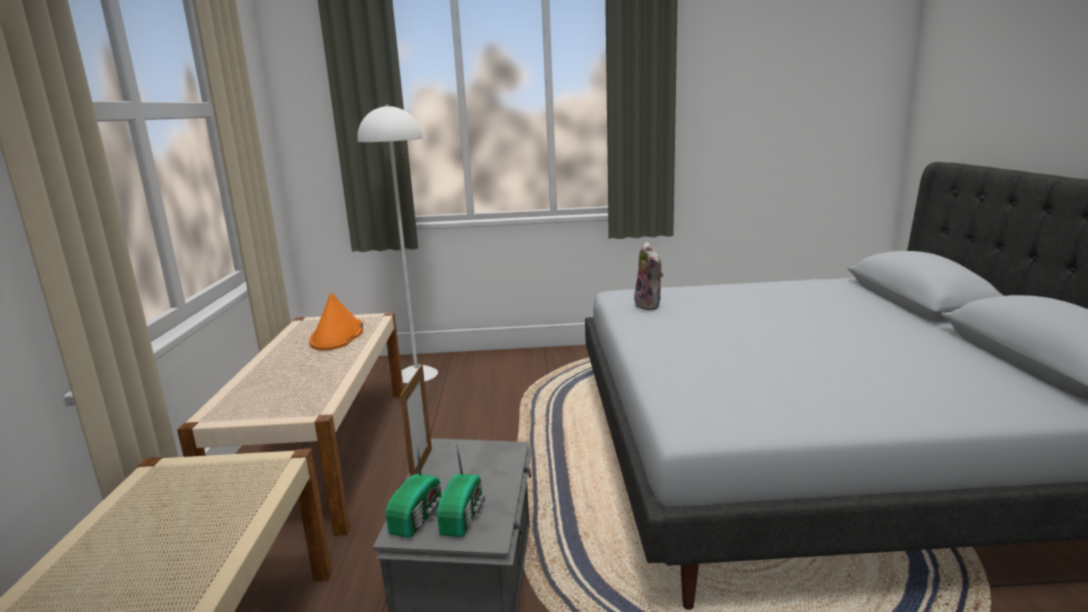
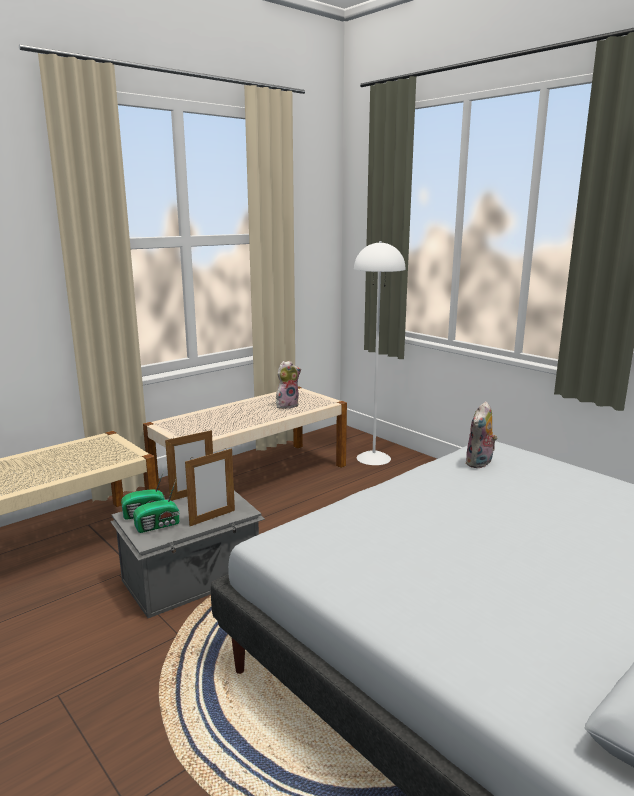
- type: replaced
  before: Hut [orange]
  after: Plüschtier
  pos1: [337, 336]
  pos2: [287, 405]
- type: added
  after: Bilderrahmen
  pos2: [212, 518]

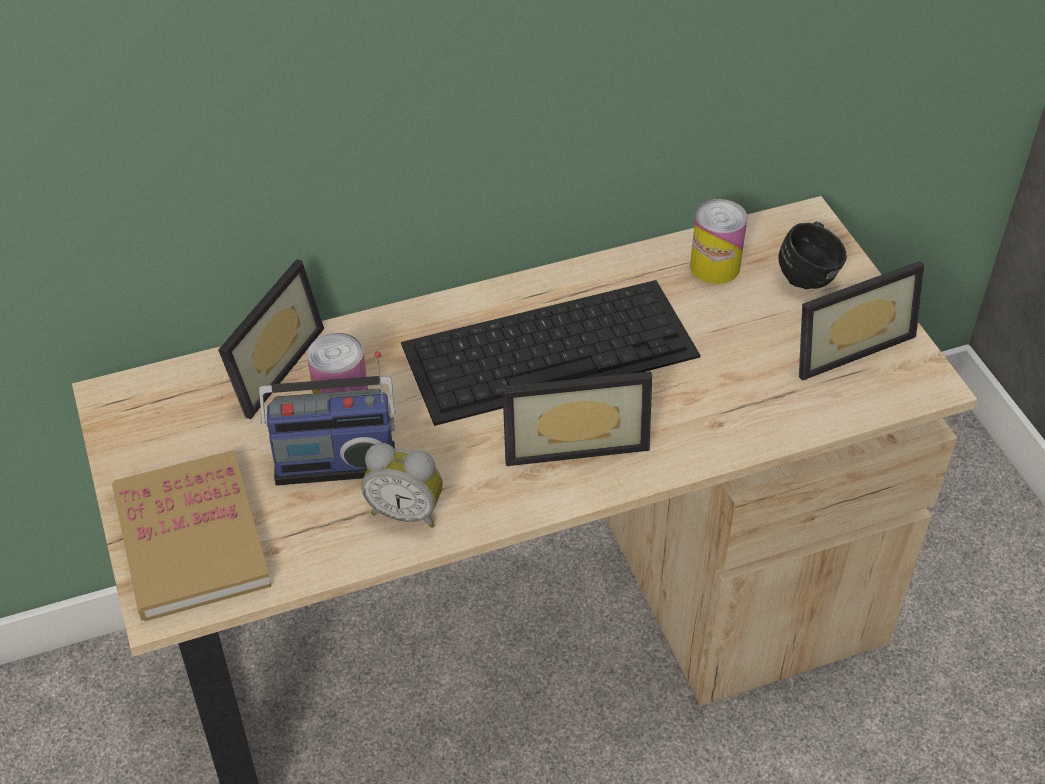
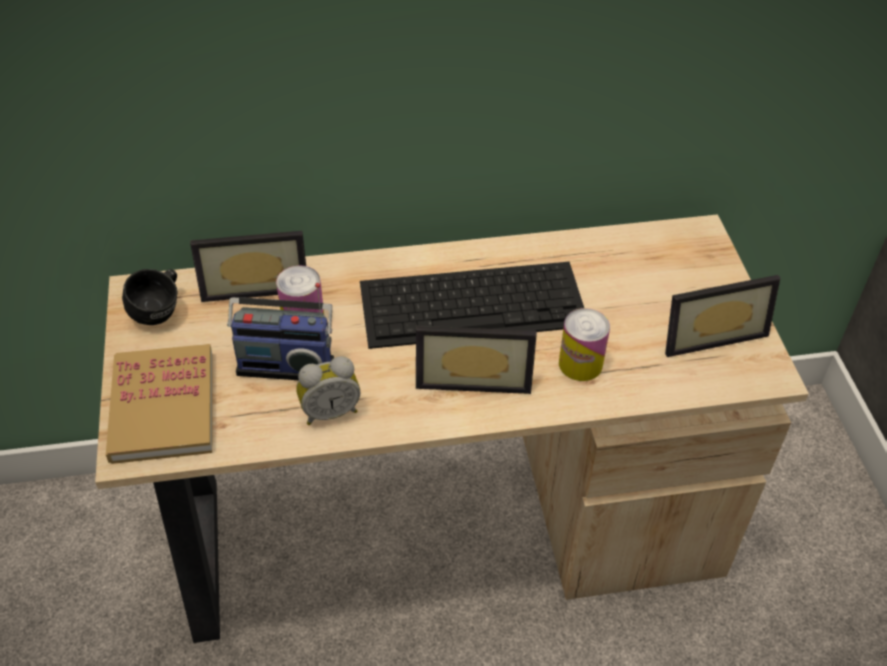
- type: moved
  before: Dose
  pos1: [714, 266]
  pos2: [580, 364]
- type: moved
  before: Henkelbecher [schwarz]
  pos1: [810, 273]
  pos2: [161, 311]
- type: turned
  before: Bilderrahmen
  pos1: [266, 365]
  pos2: [255, 283]
  turn: 45
- type: turned
  before: Wecker
  pos1: [406, 511]
  pos2: [329, 411]
  turn: -45

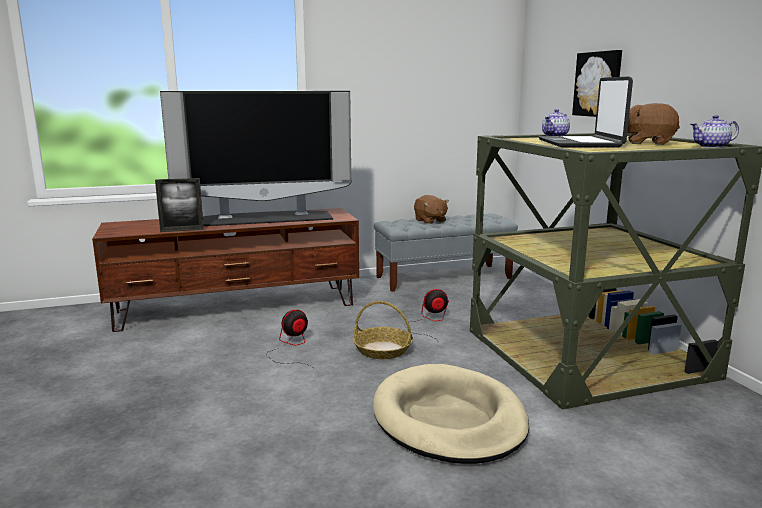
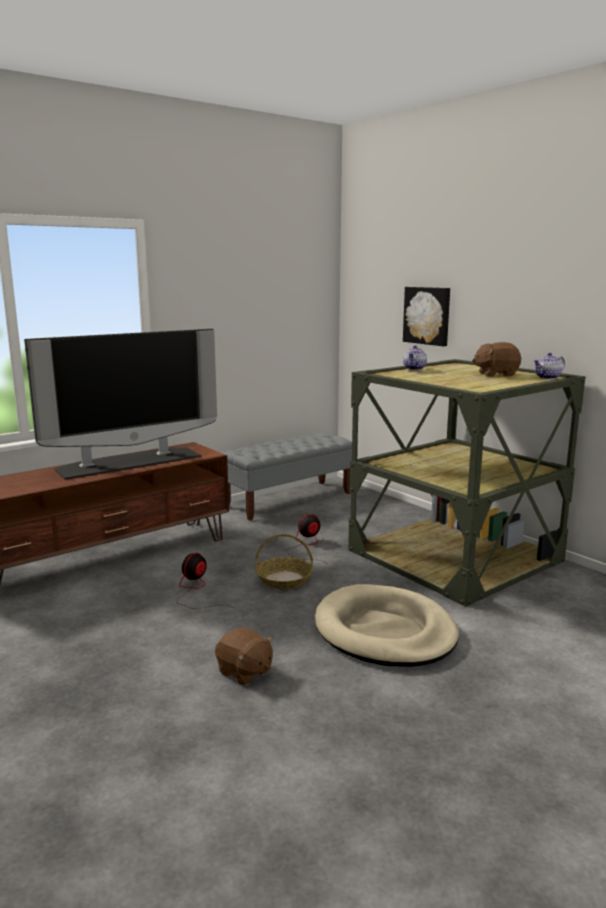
- type: removed
  before: Laptop
  pos1: [580, 144]
- type: removed
  before: Bilderrahmen
  pos1: [182, 230]
- type: moved
  before: Plüschtier [braun]
  pos1: [430, 221]
  pos2: [244, 672]

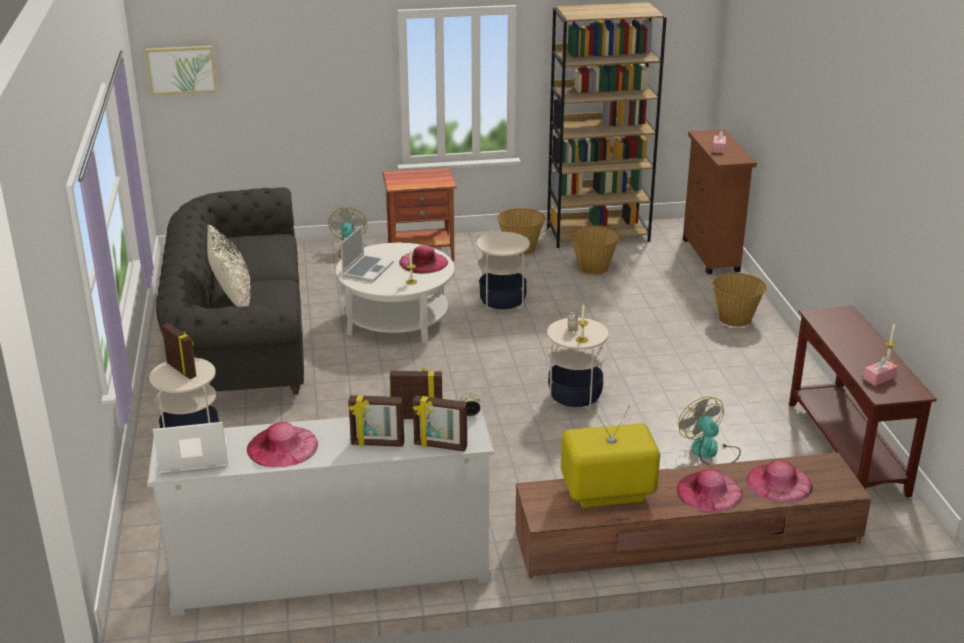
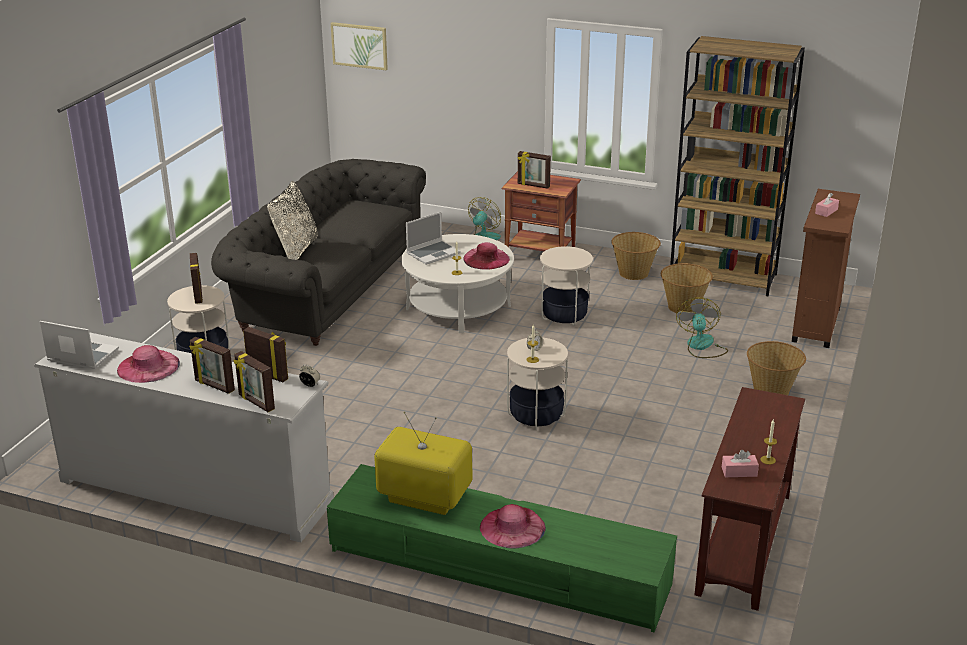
- type: moved
  before: Ventilator
  pos1: [710, 452]
  pos2: [701, 346]
- type: recoloured
  before: Fernsehschrank [braun]
  after: Fernsehschrank [grün]
  pos1: [687, 539]
  pos2: [498, 568]
- type: removed
  before: Hut [rosa]
  pos1: [779, 482]
- type: added
  after: Bilderrahmen
  pos2: [533, 185]

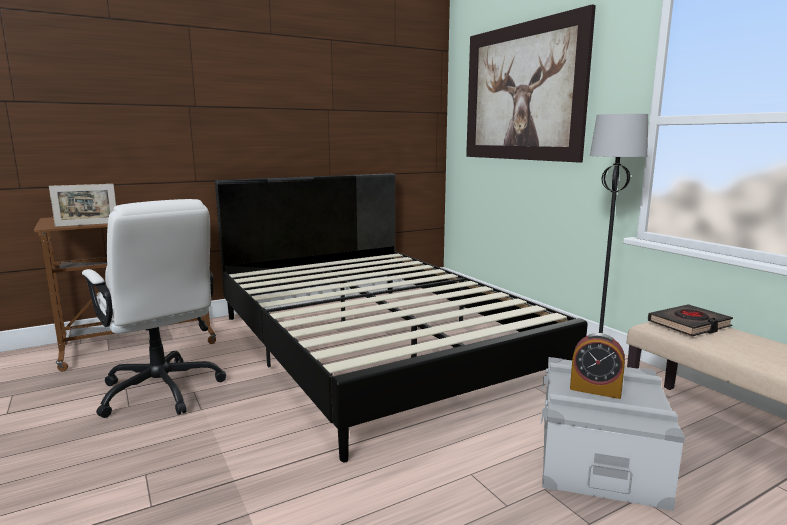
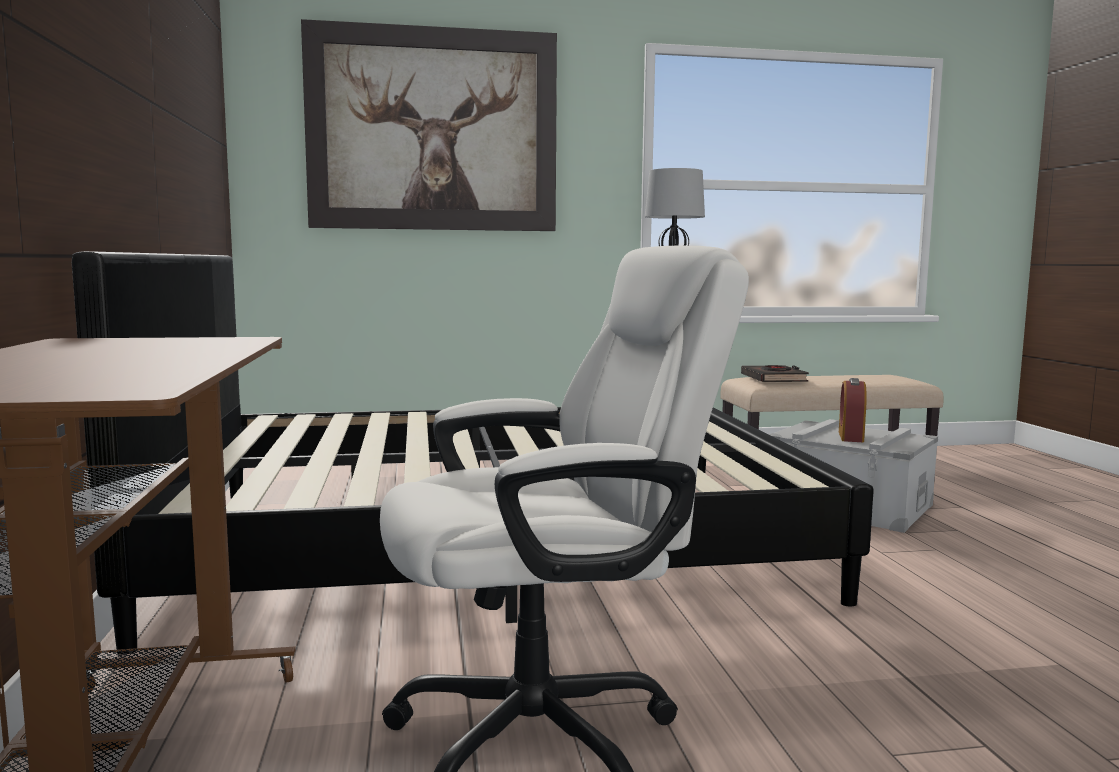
- type: removed
  before: Bilderrahmen
  pos1: [87, 224]
- type: turned
  before: Wecker
  pos1: [595, 389]
  pos2: [850, 437]
  turn: 150

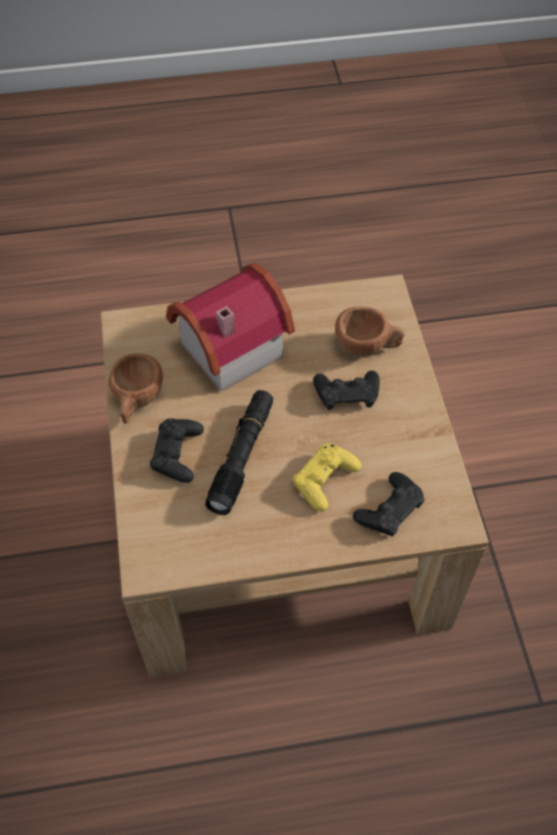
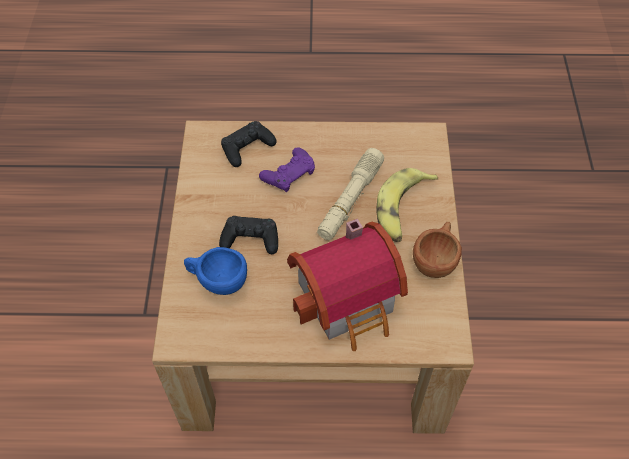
- type: recoloured
  before: Tasse [braun]
  after: Tasse [blau]
  pos1: [367, 346]
  pos2: [217, 281]
- type: recoloured
  before: Taschenlampe [schwarz]
  after: Taschenlampe [beige]
  pos1: [242, 456]
  pos2: [350, 200]
- type: replaced
  before: Gamepad [schwarz]
  after: Banane
  pos1: [177, 454]
  pos2: [402, 209]
- type: recoloured
  before: Gamepad [gelb]
  after: Gamepad [lila]
  pos1: [324, 480]
  pos2: [289, 174]

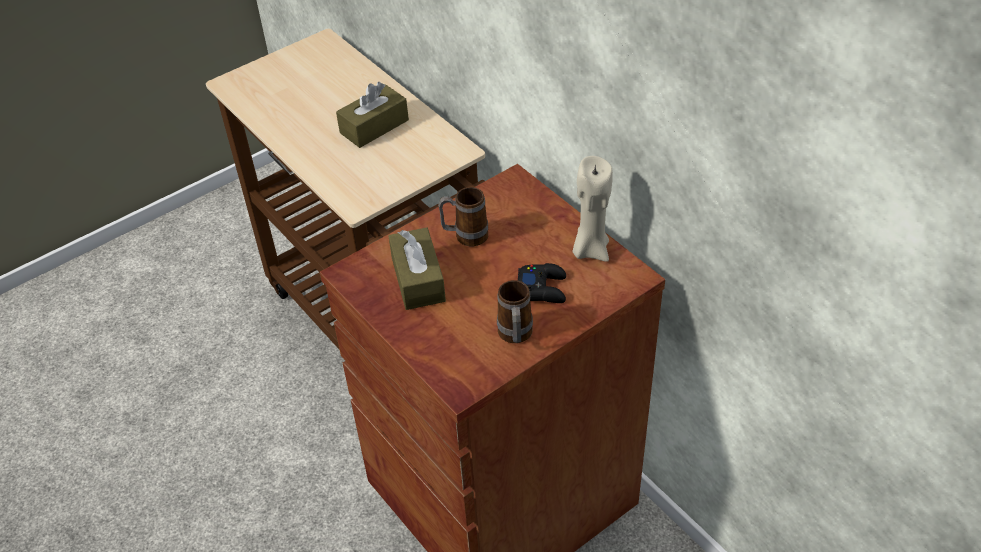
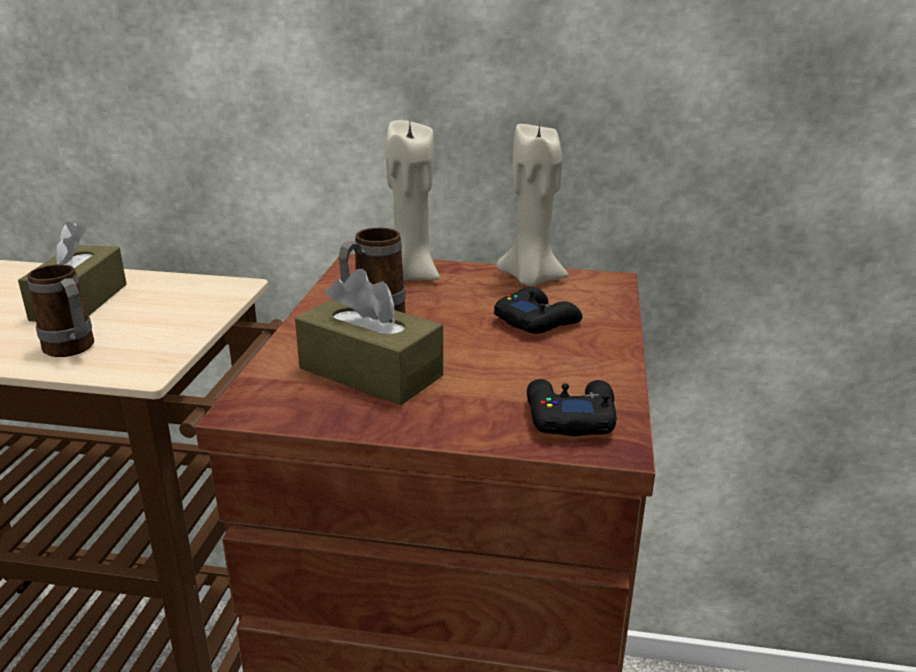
- type: moved
  before: Henkelbecher
  pos1: [515, 337]
  pos2: [73, 350]
- type: added
  after: Kerze [beige]
  pos2: [410, 276]
- type: added
  after: Gamepad [schwarz]
  pos2: [569, 417]

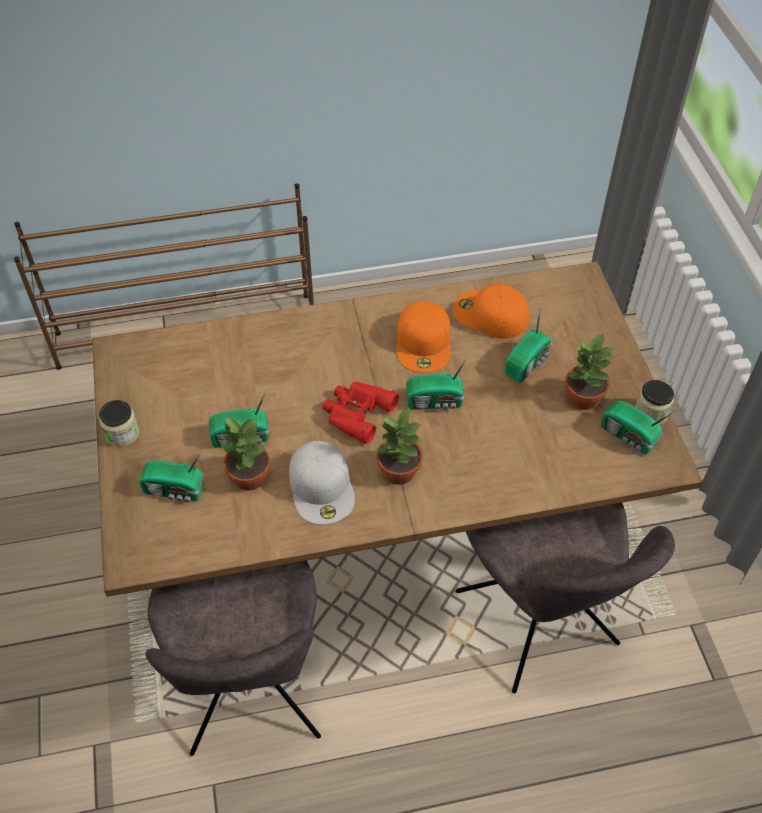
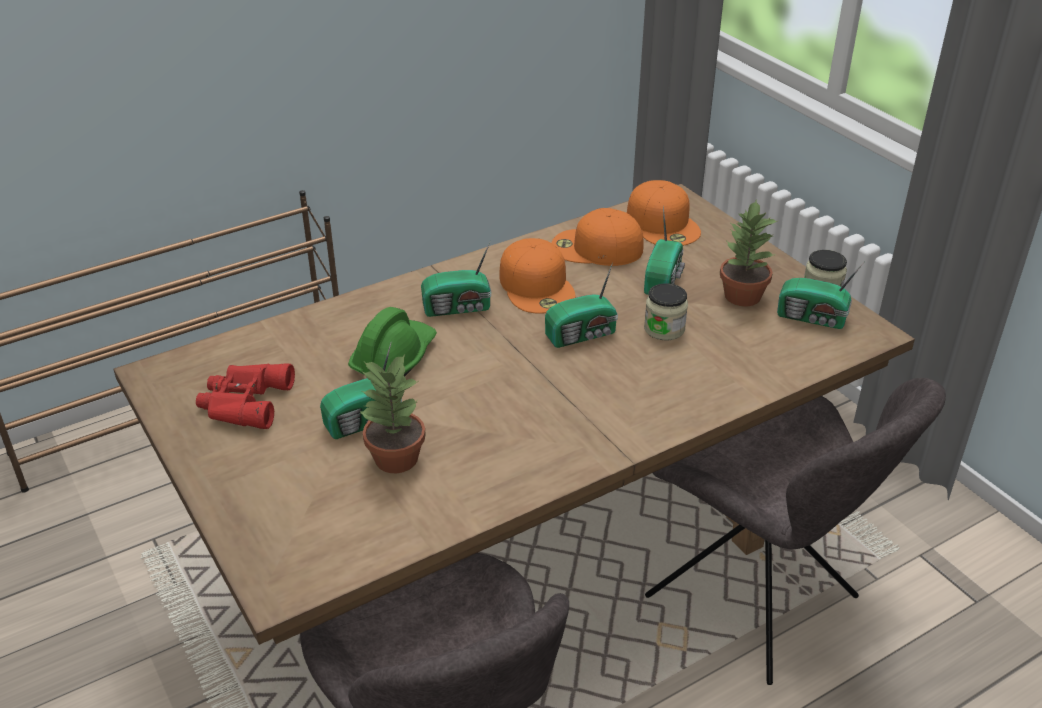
- type: moved
  before: Fernglas [rot]
  pos1: [356, 413]
  pos2: [243, 402]
- type: moved
  before: Vorratsglas
  pos1: [122, 433]
  pos2: [664, 329]
- type: removed
  before: Topfpflanze
  pos1: [398, 471]
- type: removed
  before: Kappe [weiß]
  pos1: [322, 487]
- type: moved
  before: Radio
  pos1: [175, 490]
  pos2: [459, 308]
- type: added
  after: Kappe [orange]
  pos2: [663, 223]
- type: added
  after: Schutzhelm [grün]
  pos2: [394, 358]

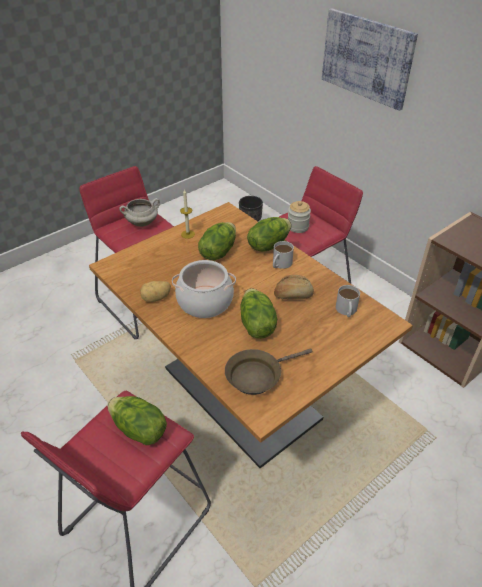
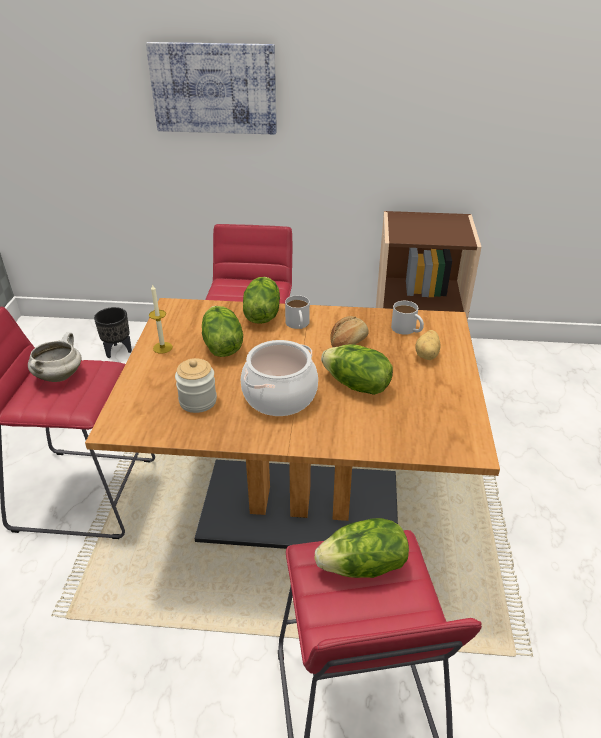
- type: moved
  before: Vorratsglas
  pos1: [298, 227]
  pos2: [198, 401]
- type: moved
  before: Kartoffel
  pos1: [156, 298]
  pos2: [427, 355]
- type: removed
  before: Pfanne [braun]
  pos1: [257, 375]

